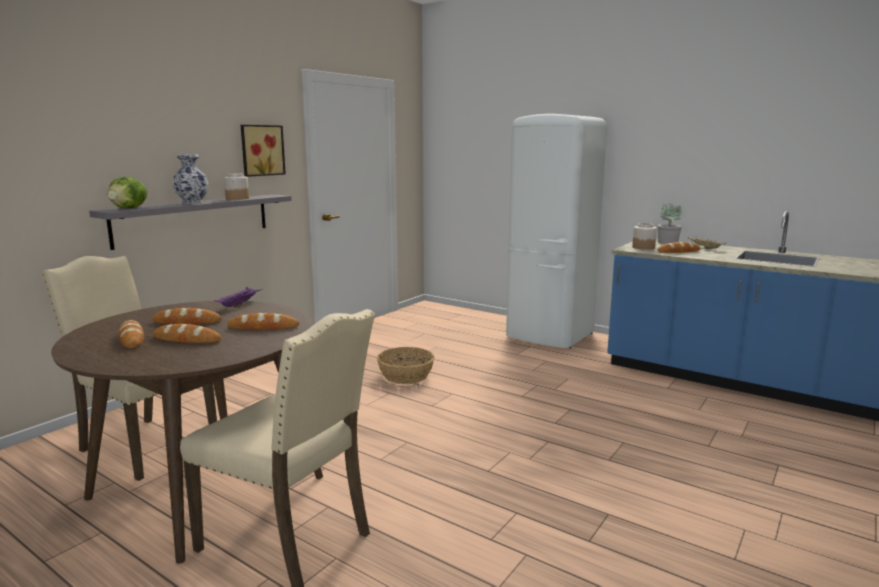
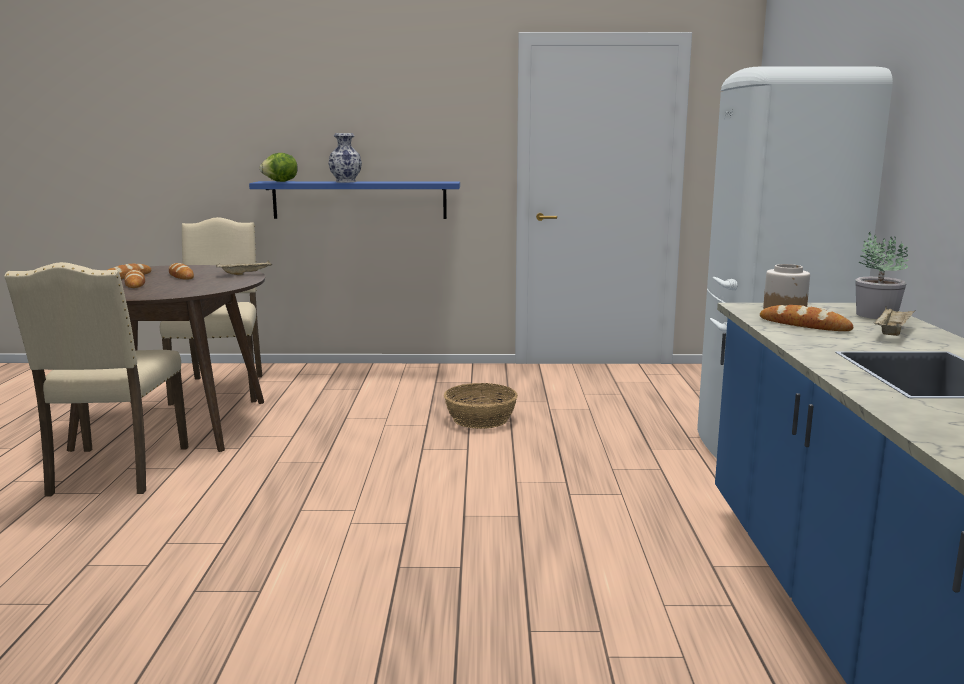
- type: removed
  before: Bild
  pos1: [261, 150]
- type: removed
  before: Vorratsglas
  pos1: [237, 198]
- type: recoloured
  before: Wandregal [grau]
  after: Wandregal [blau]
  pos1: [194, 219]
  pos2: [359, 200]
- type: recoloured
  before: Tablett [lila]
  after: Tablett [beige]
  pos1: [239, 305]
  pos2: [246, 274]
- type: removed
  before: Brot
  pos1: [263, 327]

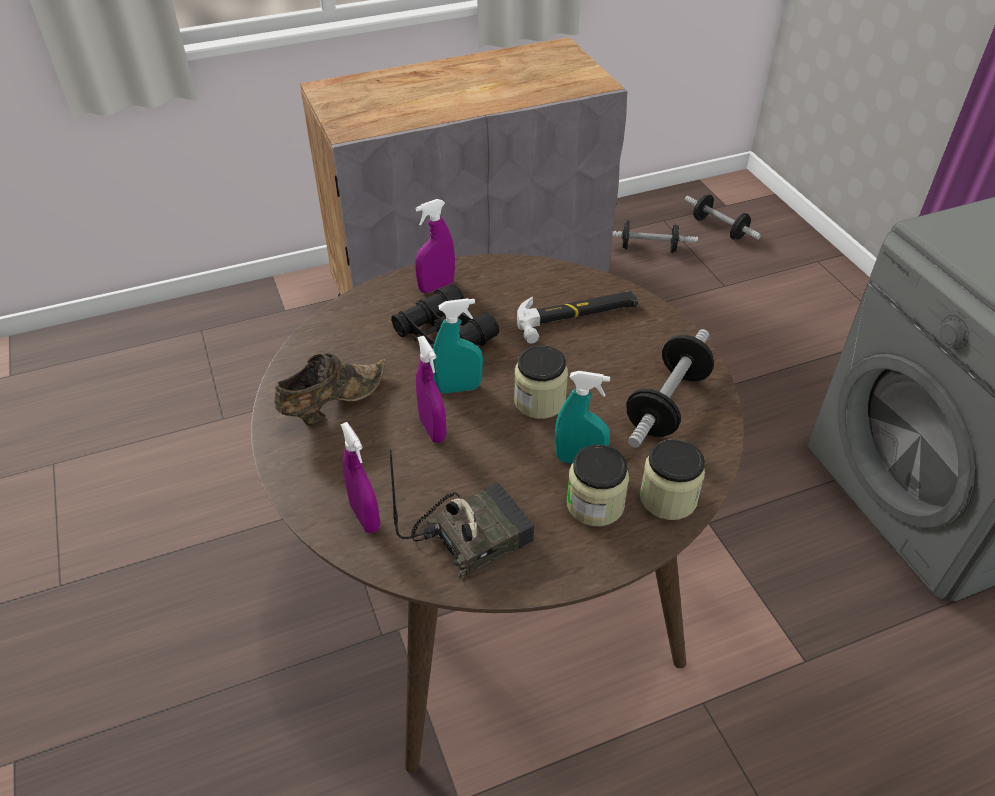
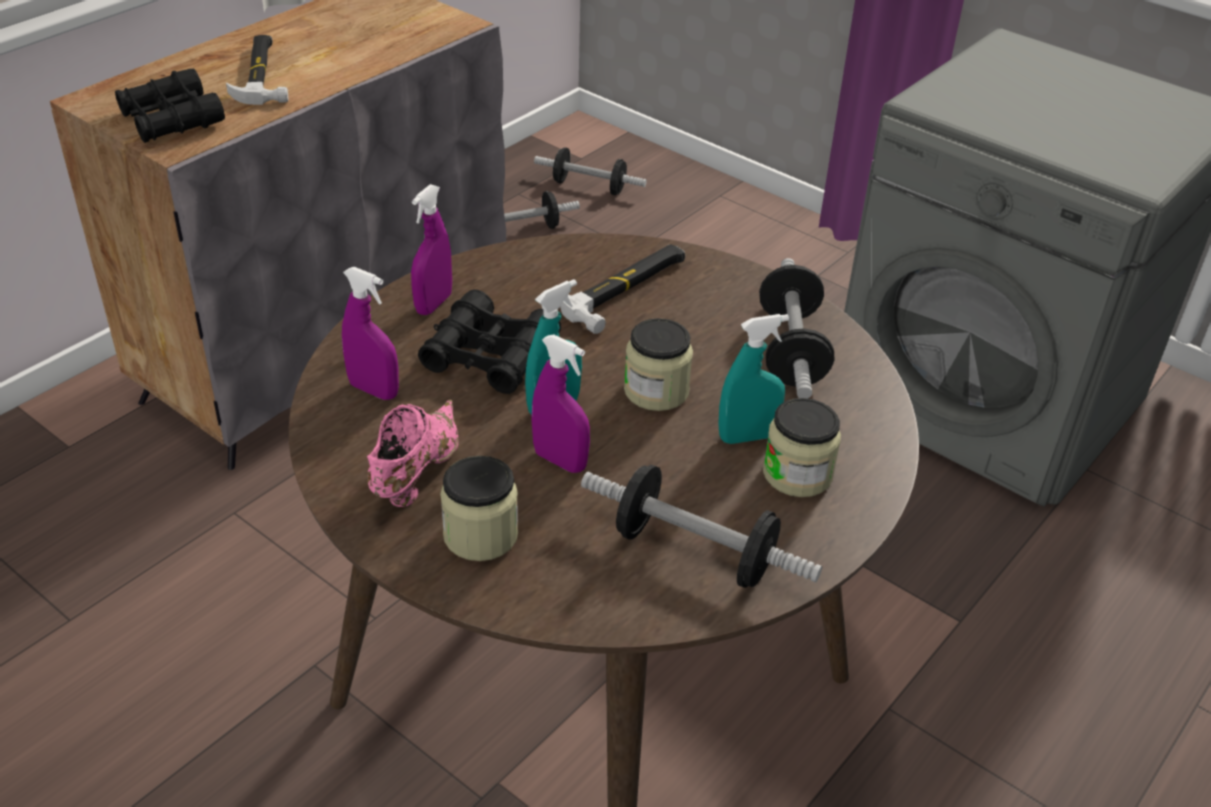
- type: recoloured
  before: Schuh [braun]
  after: Schuh [rosa]
  pos1: [332, 404]
  pos2: [414, 474]
- type: moved
  before: Sprühflasche [lila]
  pos1: [365, 517]
  pos2: [374, 390]
- type: moved
  before: Vorratsglas
  pos1: [668, 498]
  pos2: [480, 535]
- type: replaced
  before: Radio
  after: Hantel
  pos1: [472, 534]
  pos2: [694, 552]
- type: added
  after: Hammer
  pos2: [262, 74]
- type: added
  after: Fernglas [schwarz]
  pos2: [171, 119]

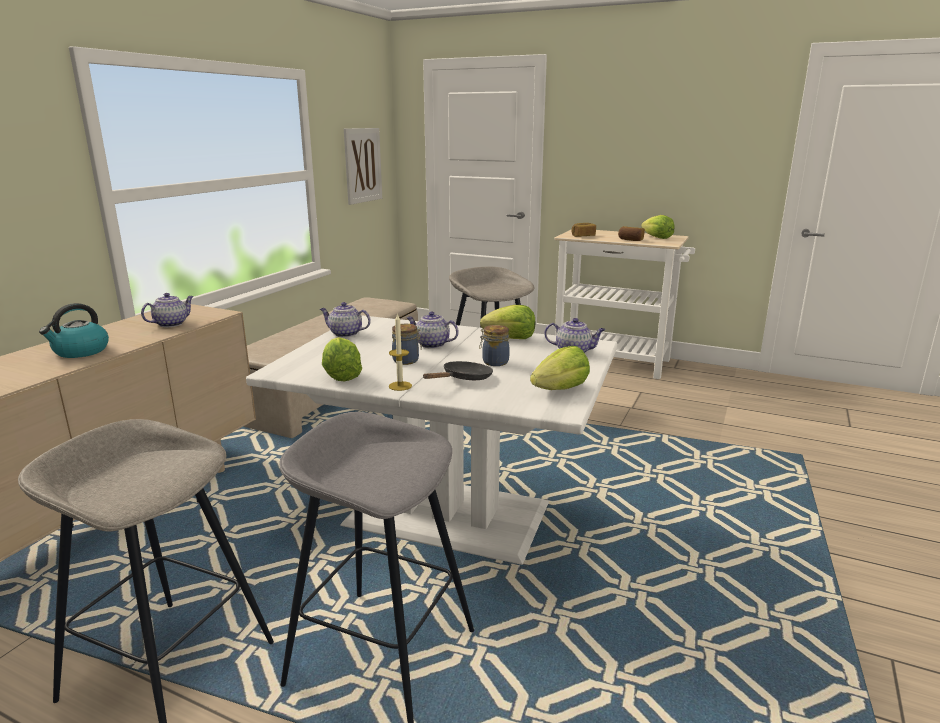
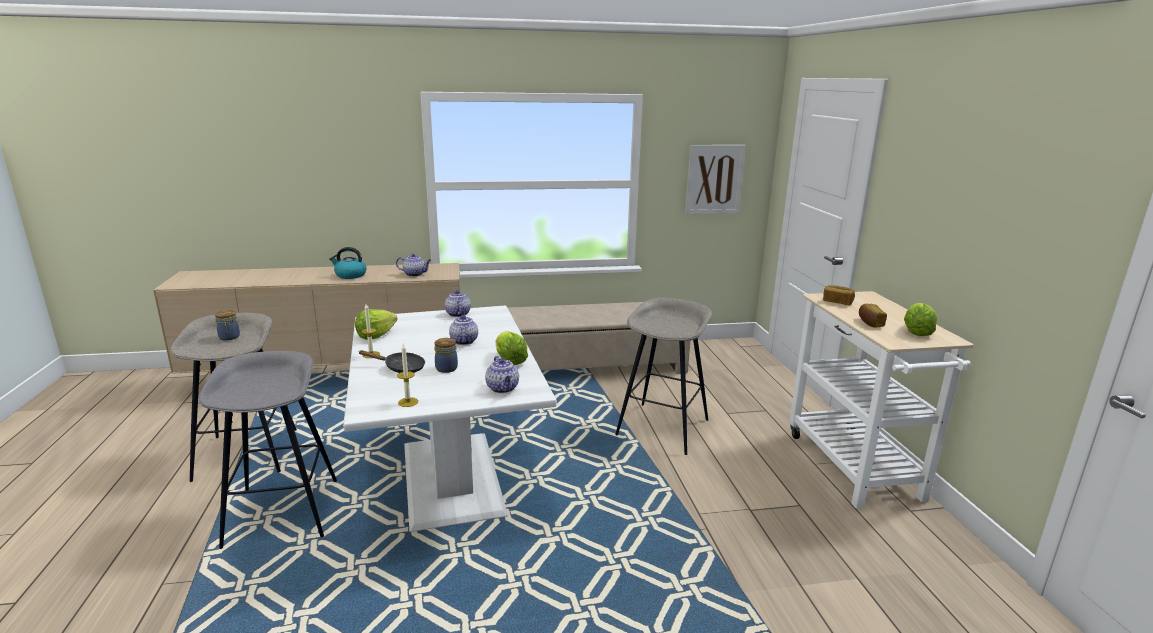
- type: moved
  before: Vorratsglas
  pos1: [407, 361]
  pos2: [229, 337]
- type: replaced
  before: Salatkopf
  after: Kerze
  pos1: [560, 389]
  pos2: [408, 402]

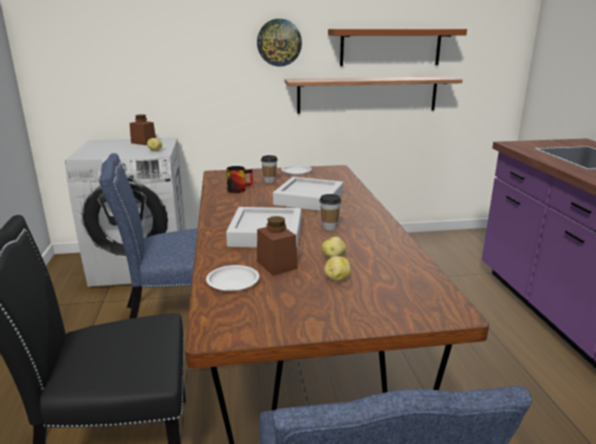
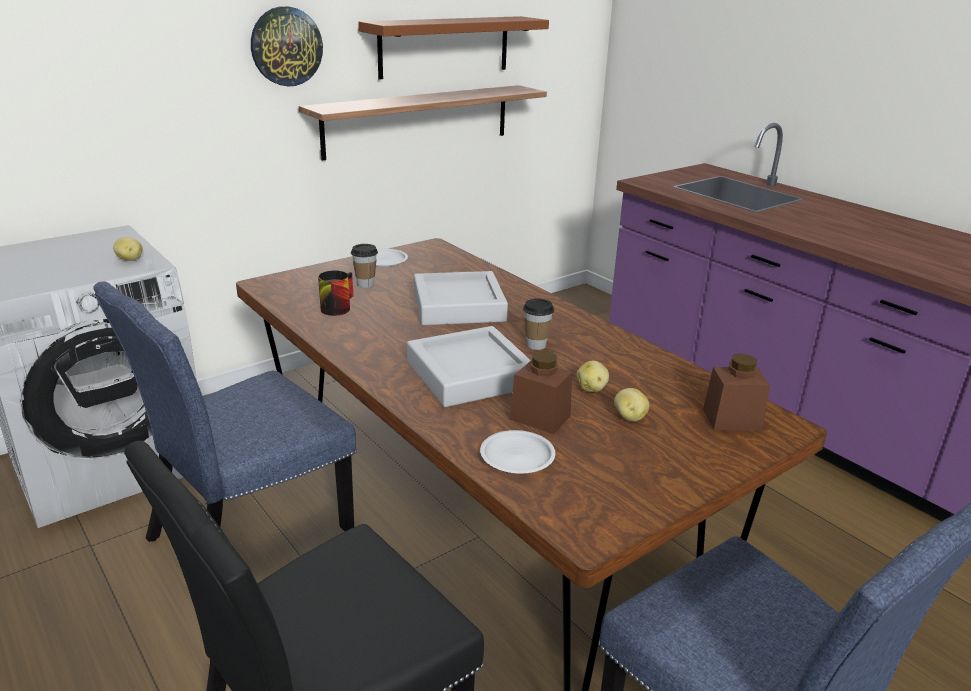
- type: moved
  before: Vorratsglas [braun]
  pos1: [143, 142]
  pos2: [732, 419]

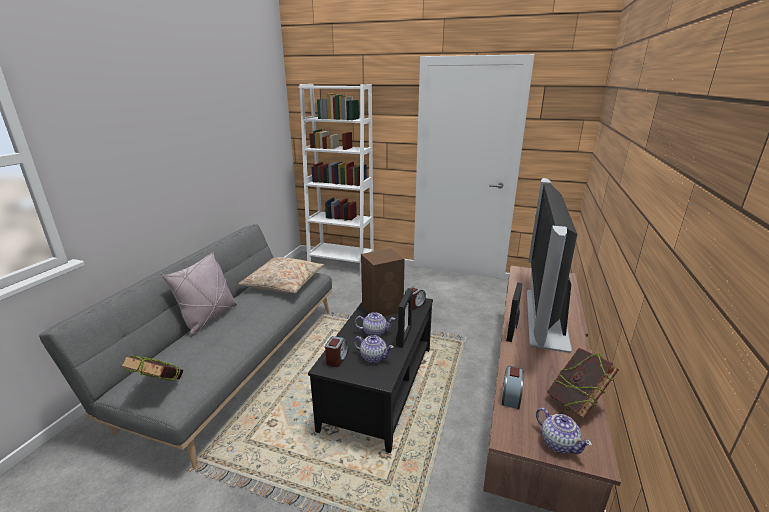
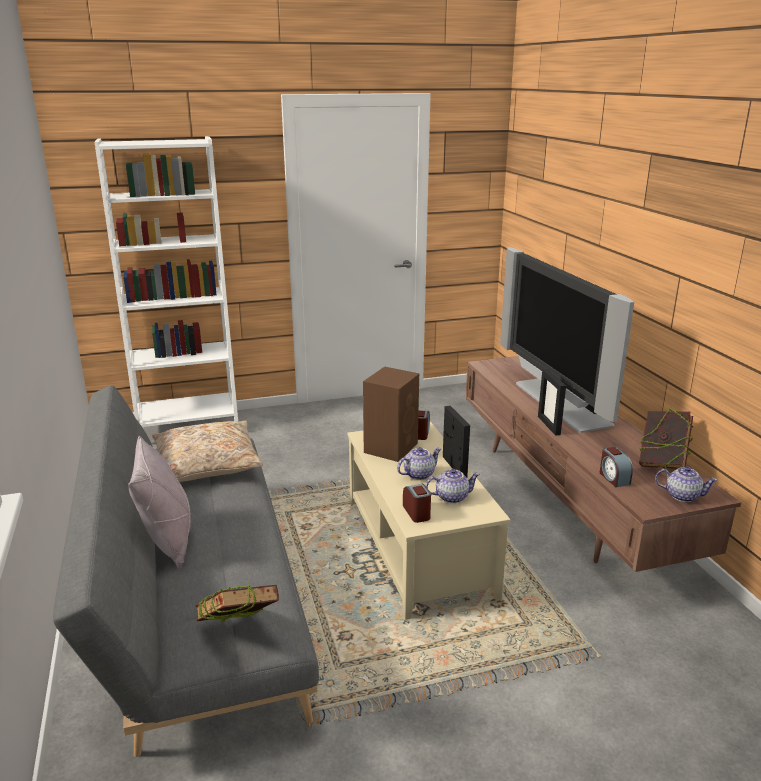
- type: recoloured
  before: Couchtisch [schwarz]
  after: Couchtisch [beige]
  pos1: [378, 386]
  pos2: [416, 548]

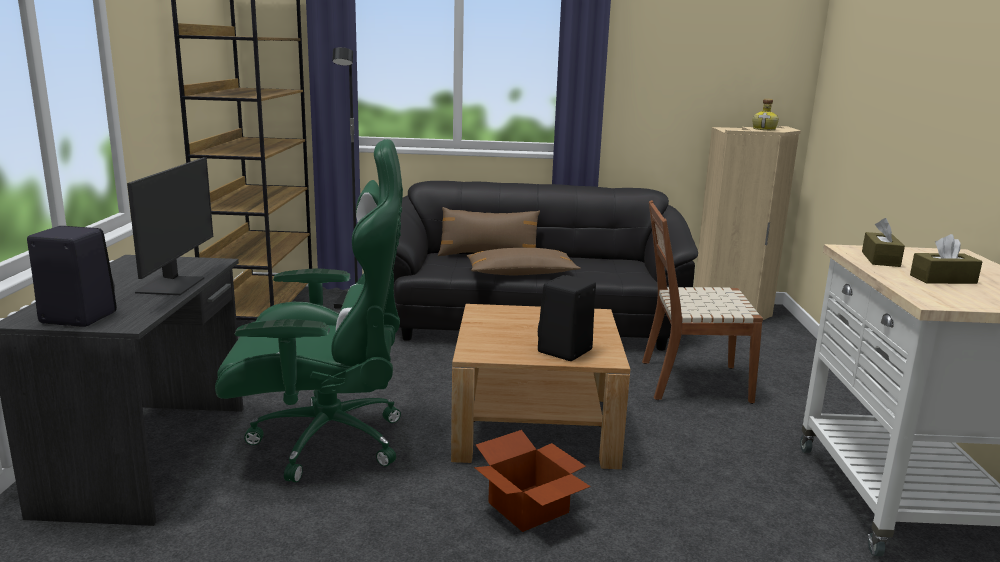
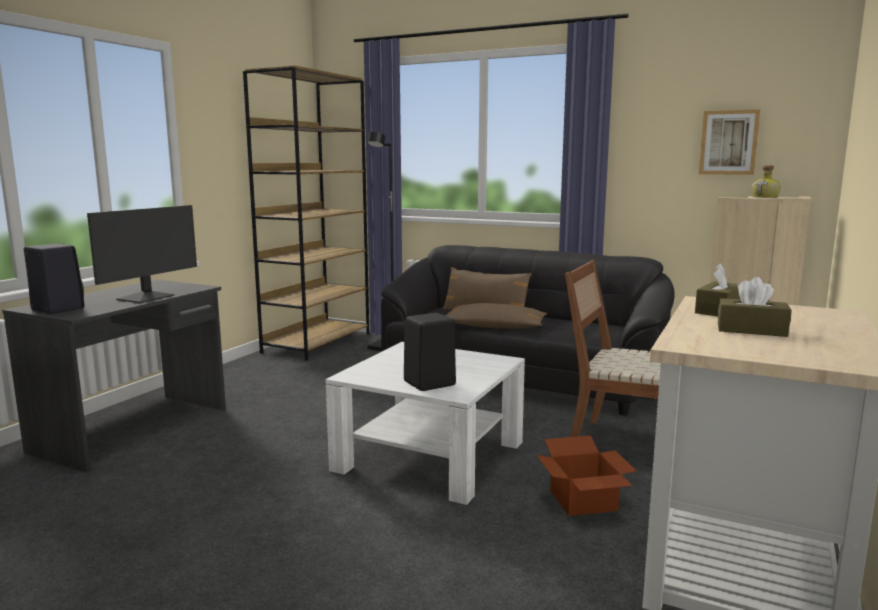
- type: removed
  before: Bürostuhl [grün]
  pos1: [319, 442]
- type: recoloured
  before: Couchtisch [braun]
  after: Couchtisch [weiß]
  pos1: [535, 425]
  pos2: [430, 456]
- type: moved
  before: Karton
  pos1: [528, 509]
  pos2: [583, 501]
- type: added
  after: Bild
  pos2: [728, 142]

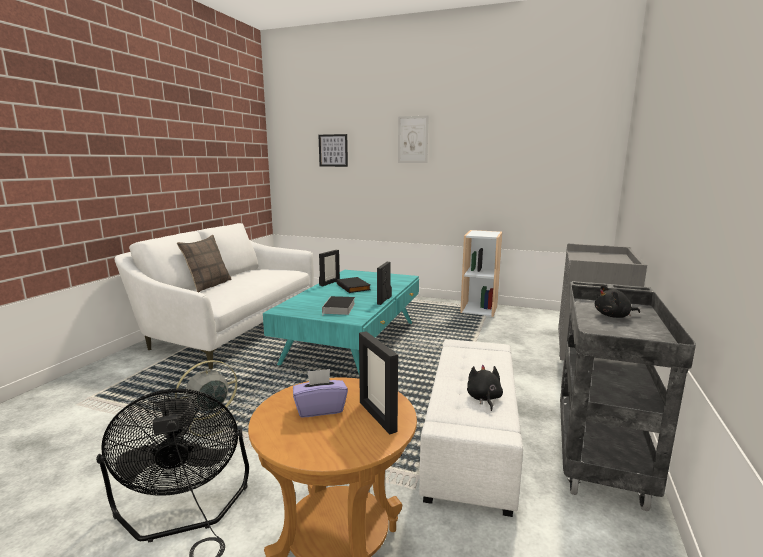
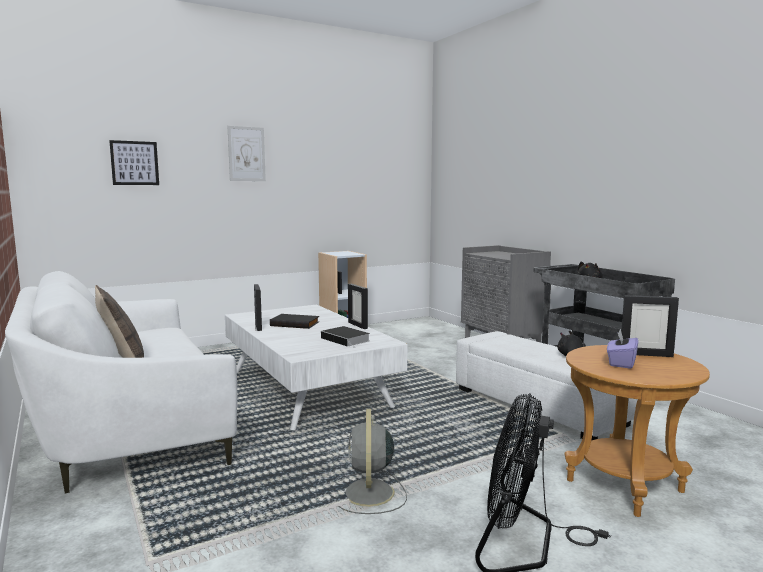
- type: recoloured
  before: Couchtisch [türkis]
  after: Couchtisch [weiß]
  pos1: [353, 342]
  pos2: [308, 388]

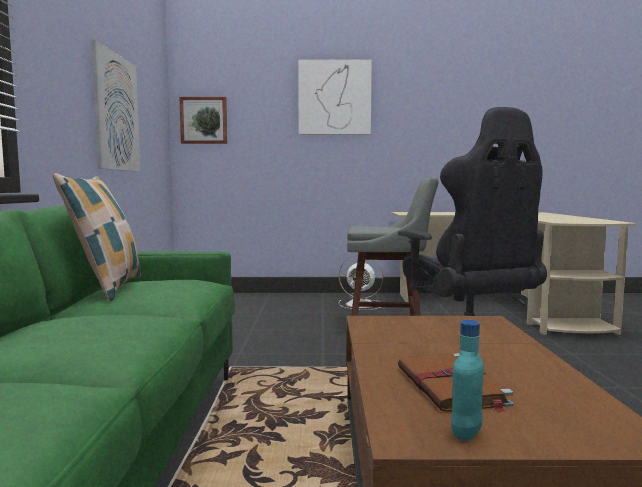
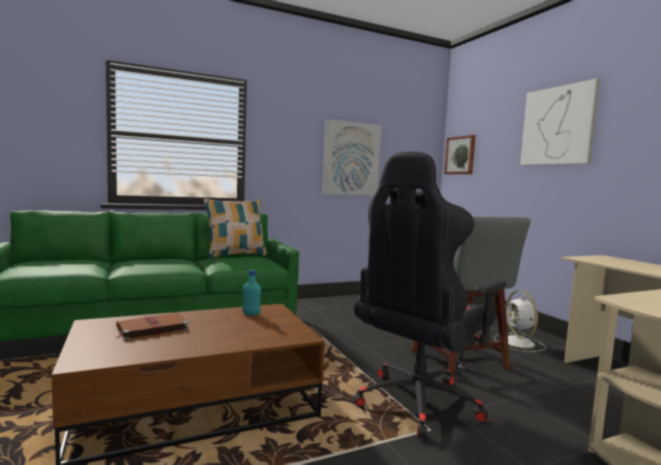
- type: moved
  before: Flasche [türkis]
  pos1: [466, 433]
  pos2: [251, 314]

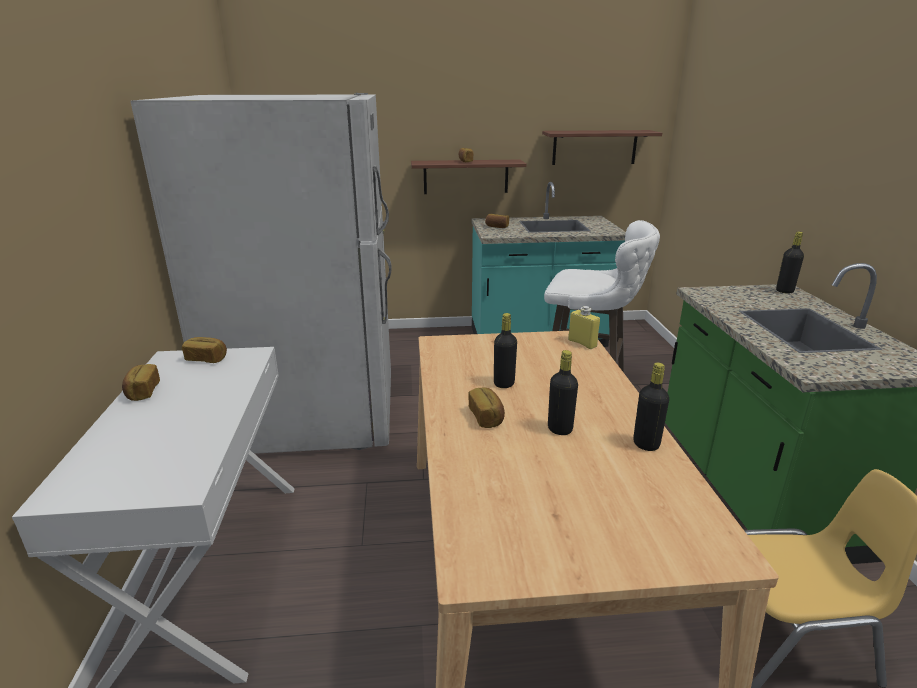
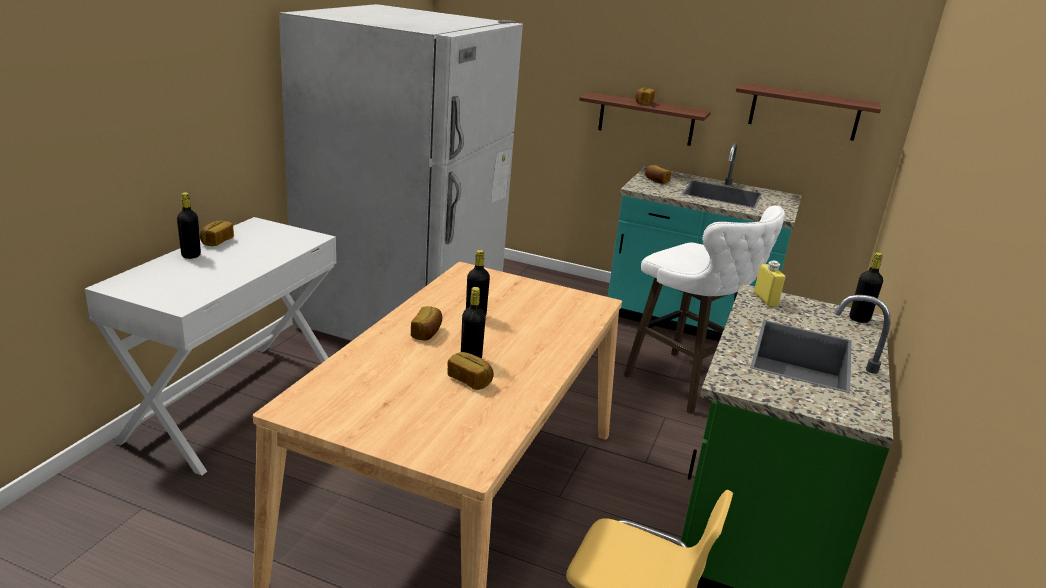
- type: moved
  before: Flasche [gelb]
  pos1: [582, 343]
  pos2: [765, 299]
- type: moved
  before: Brot
  pos1: [207, 359]
  pos2: [470, 380]
- type: moved
  before: Flasche [schwarz]
  pos1: [646, 444]
  pos2: [191, 255]

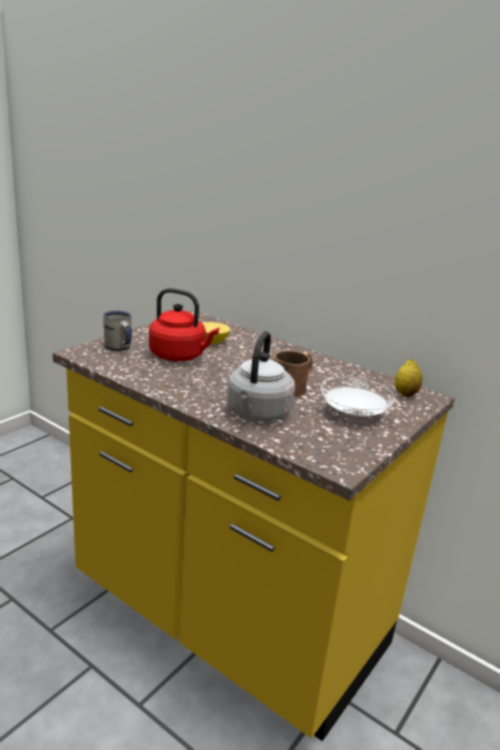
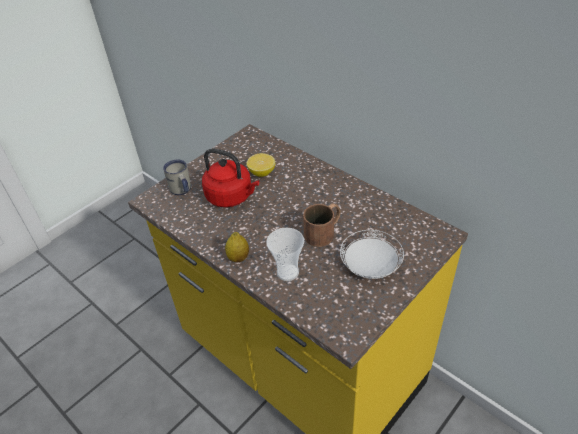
- type: replaced
  before: Wasserkessel [grau]
  after: Tasse
  pos1: [257, 414]
  pos2: [287, 272]
- type: moved
  before: Zitrone
  pos1: [405, 394]
  pos2: [238, 258]

